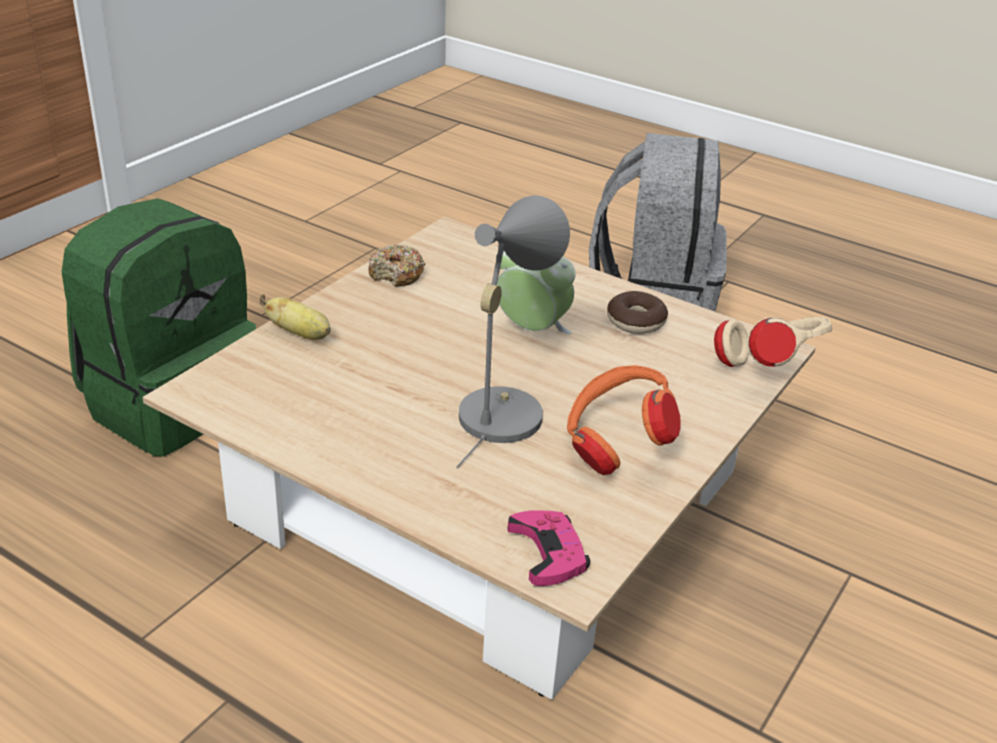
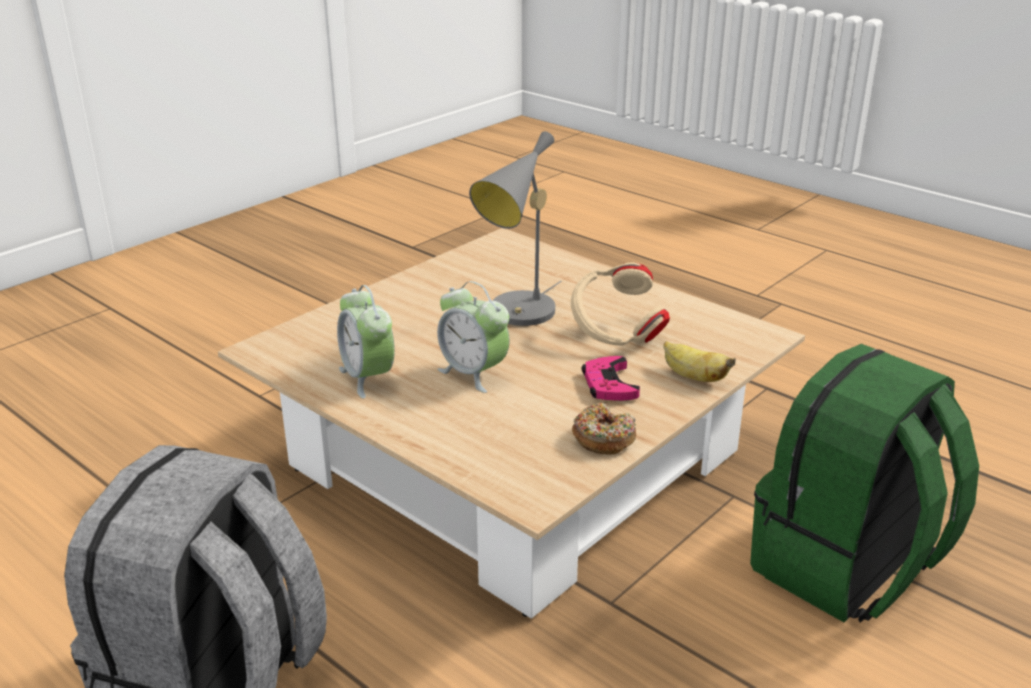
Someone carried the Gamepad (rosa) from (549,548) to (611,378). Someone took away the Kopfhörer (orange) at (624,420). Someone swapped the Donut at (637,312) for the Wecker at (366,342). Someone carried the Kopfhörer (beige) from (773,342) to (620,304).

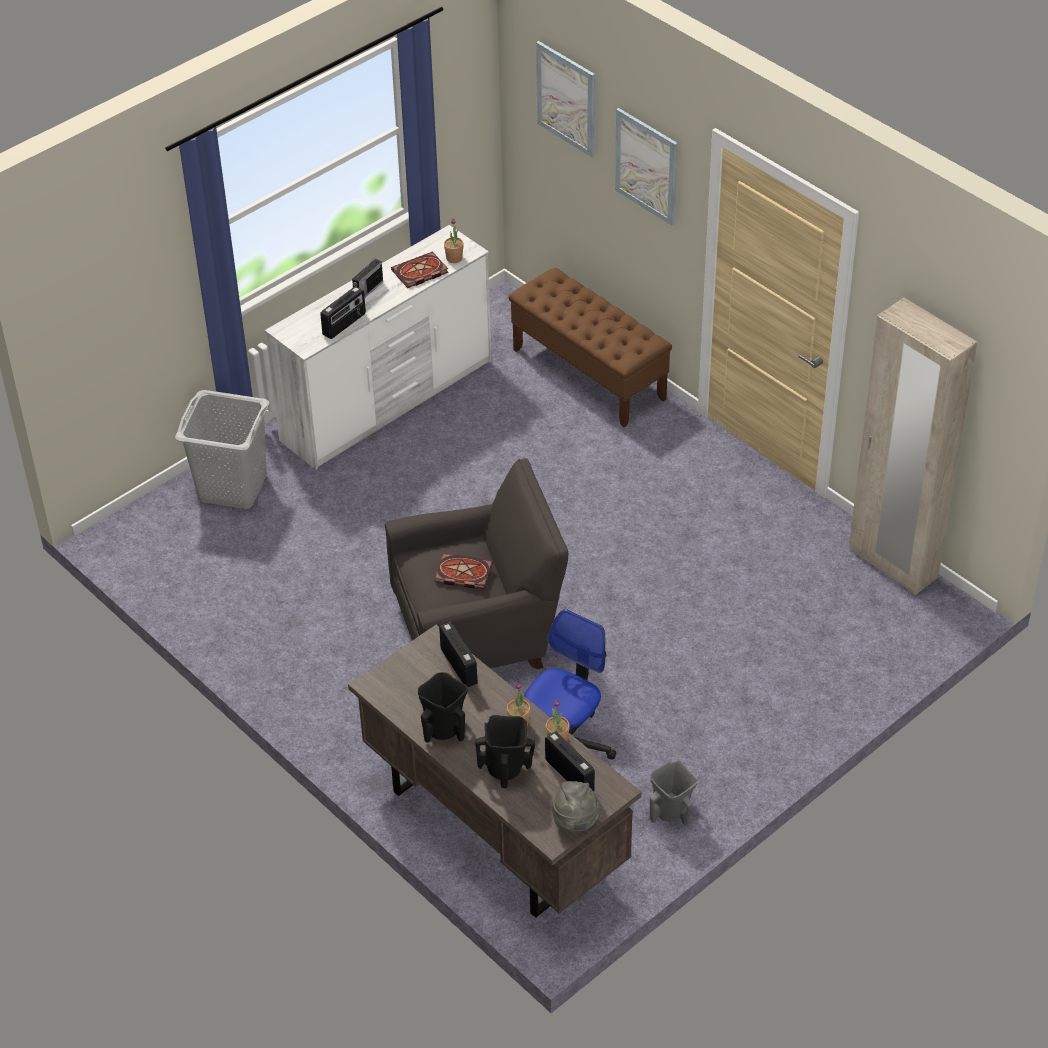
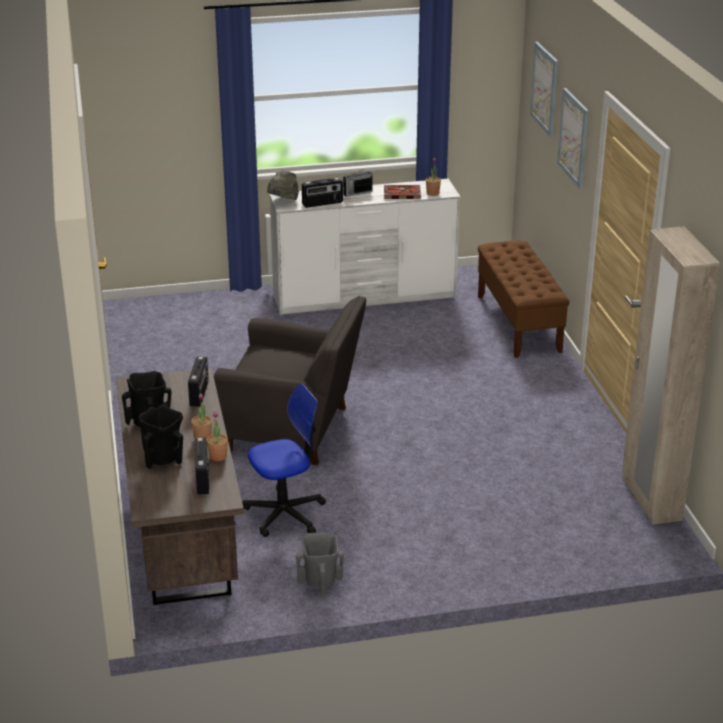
Someone took away the Wäschekorb (grau) at (222,449). Someone took away the Buch at (463,571). Someone carried the Hut (grau) from (576,806) to (283,184).

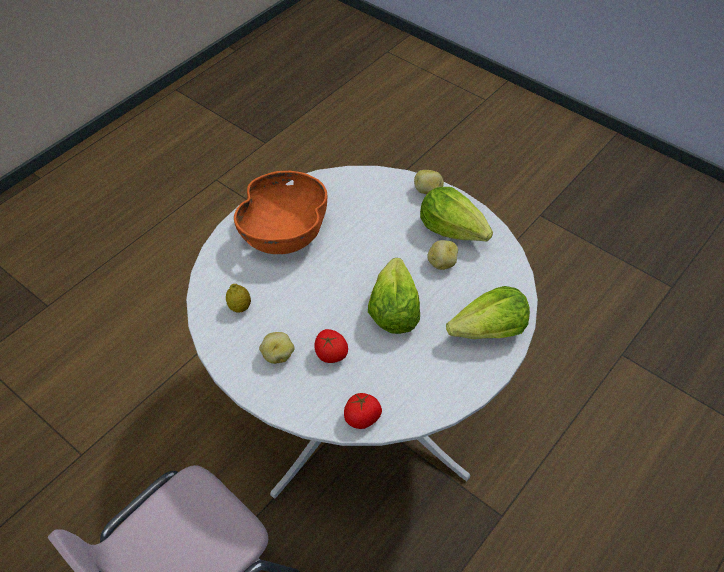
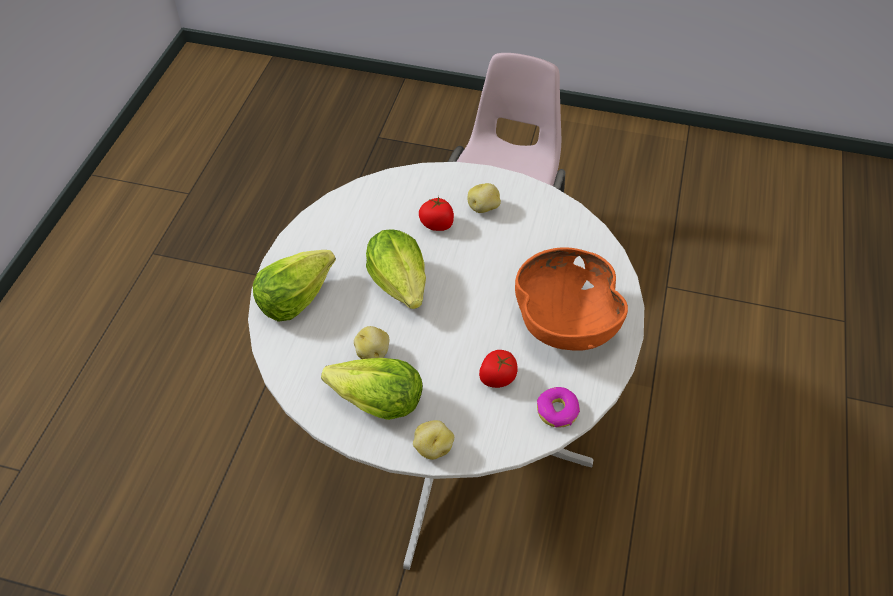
Someone took away the Zitrone at (238,298). Someone carried the Tomate from (363,411) to (498,369). Someone put down the Donut at (558,407).

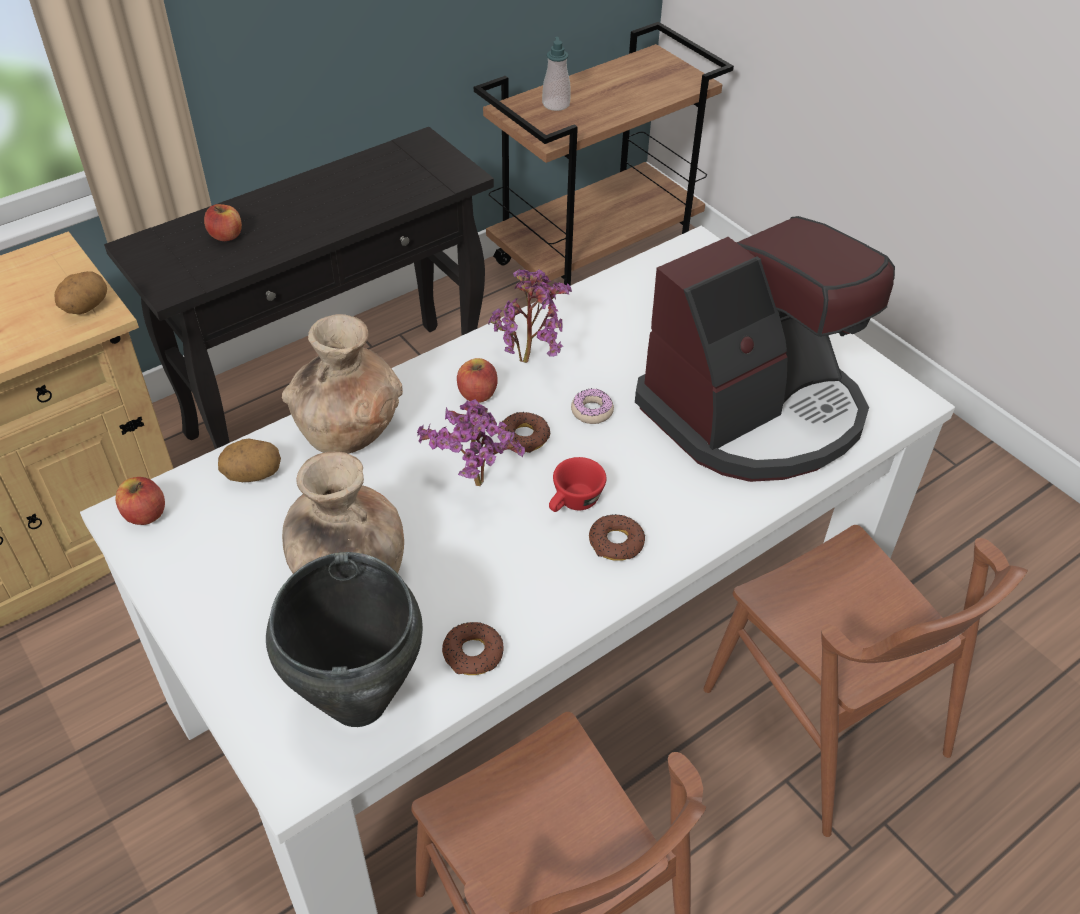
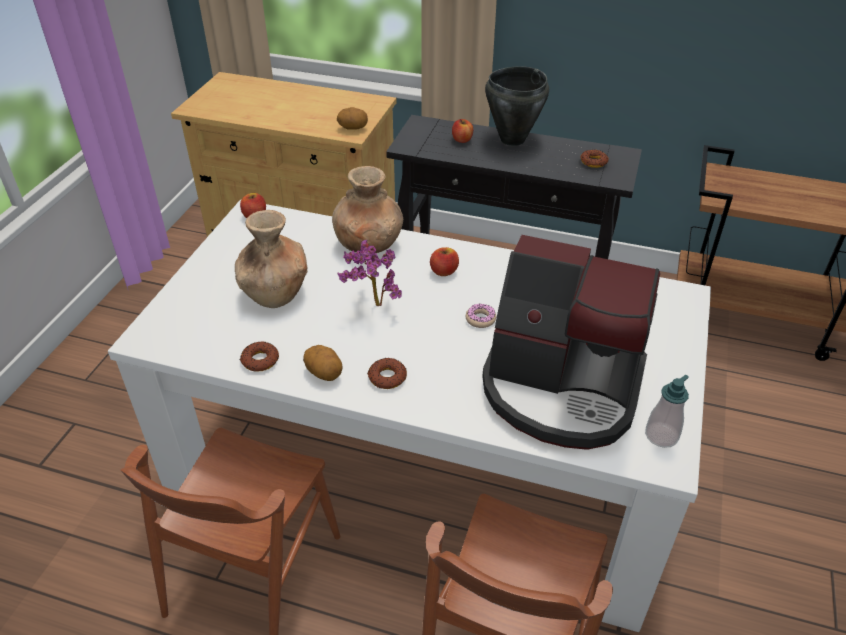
Someone carried the Kartoffel from (249,460) to (323,363). Someone carried the Kochtopf (schwarz) from (344,639) to (517,106). Someone took away the Topfpflanze at (530,316). Someone carried the Donut from (526,432) to (594,158). Someone carried the Seifenspender from (556,74) to (667,411). Someone took away the Tasse (rot) at (577,484).

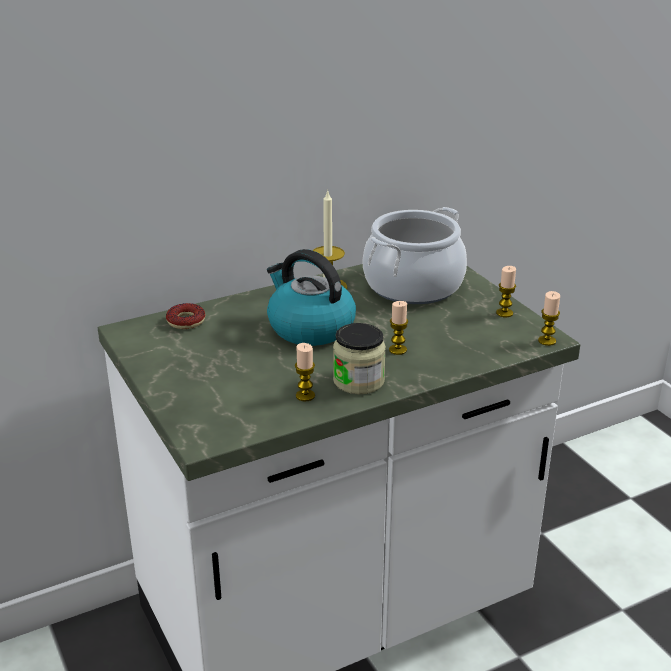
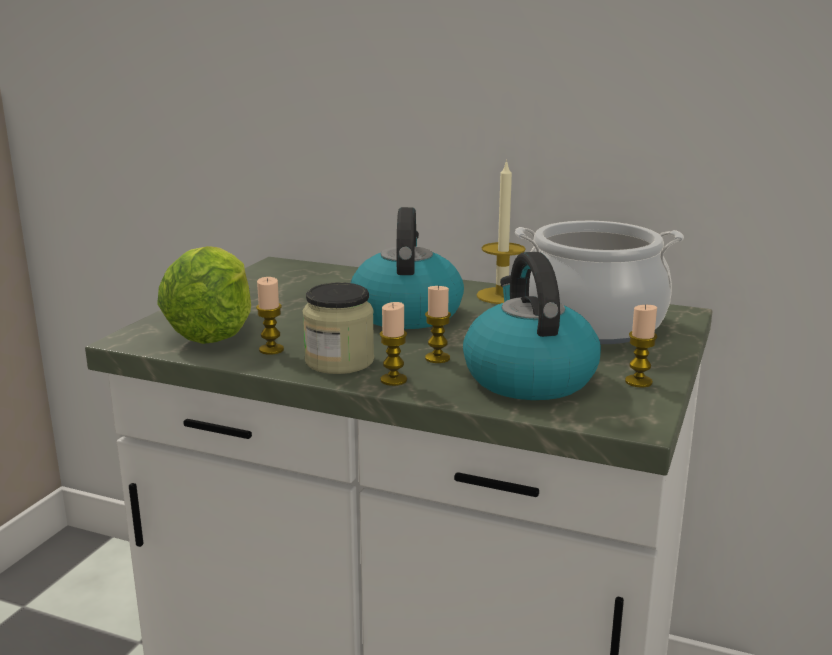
Someone took away the Donut at (185,316). Someone carried the Kerze from (549,318) to (393,344). Someone put down the Salatkopf at (204,295). Someone put down the Wasserkessel at (532,326).

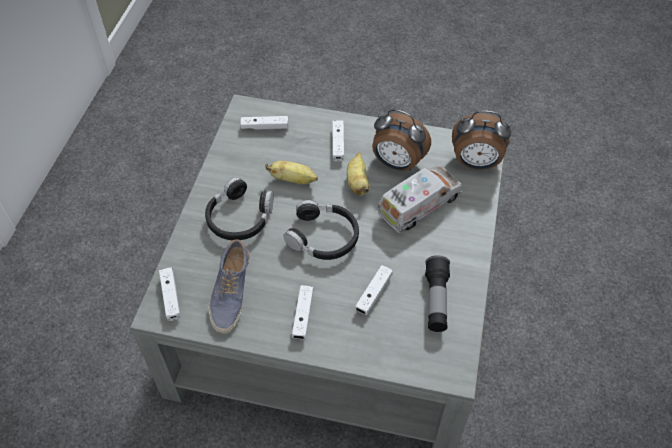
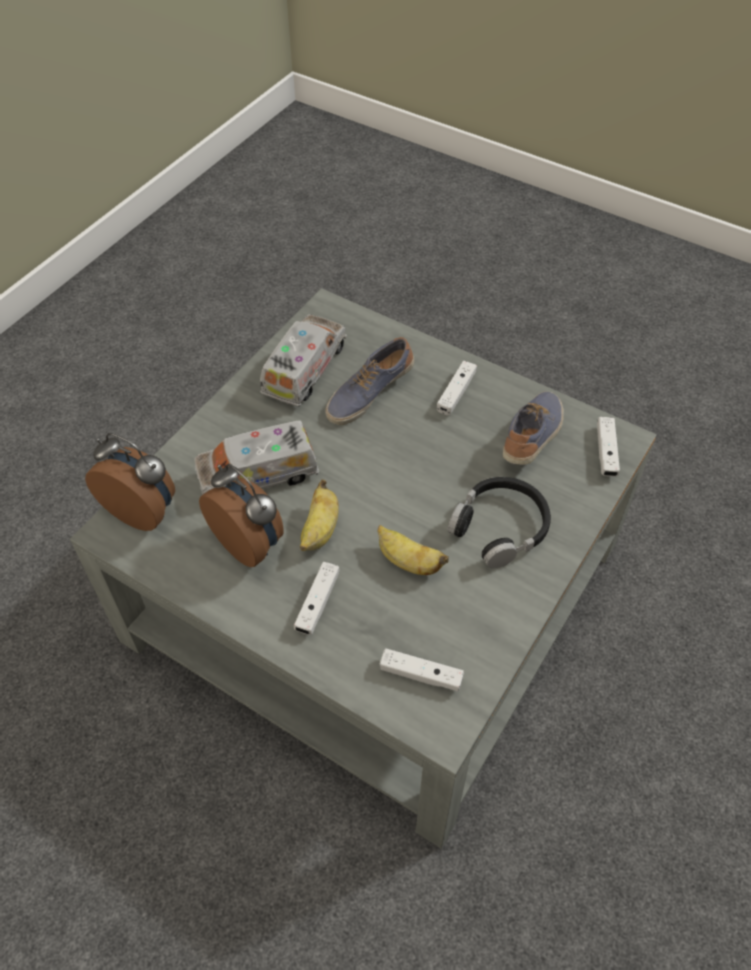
Someone took away the Kopfhörer (schwarz) at (321,230). Someone swapped the Gamepad (weiß) at (374,290) for the Schuh at (369,381). Someone swapped the Taschenlampe at (437,293) for the Spielzeuglaster at (303,360).

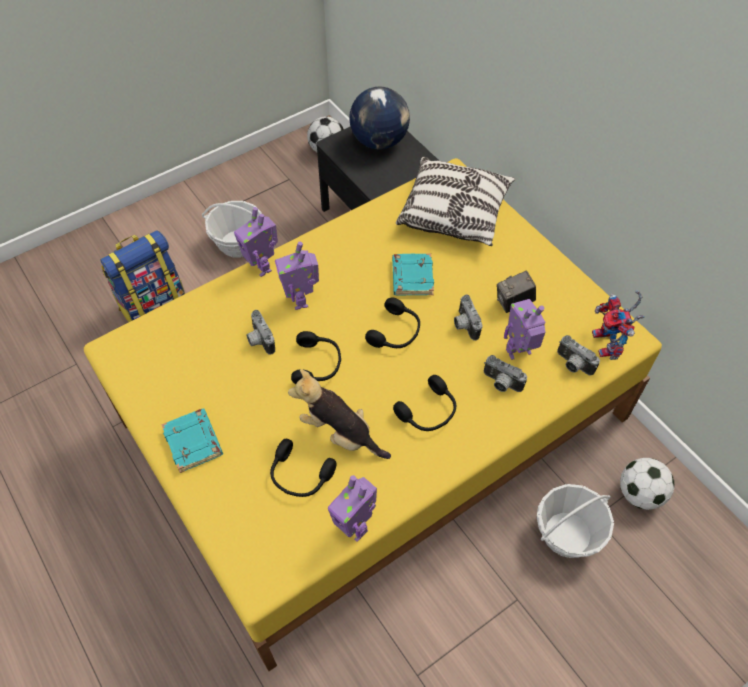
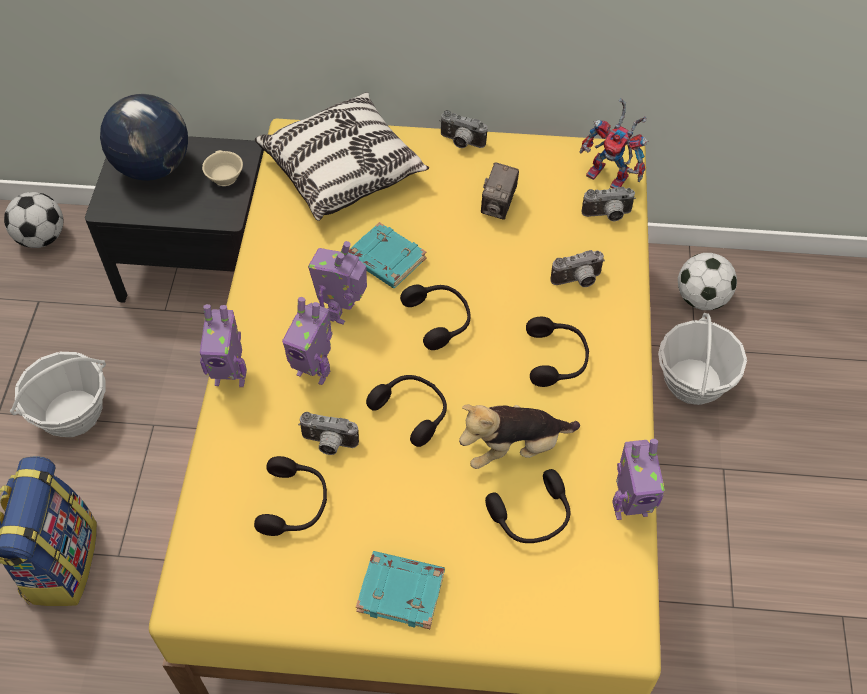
Someone carried the Kamera from (468,317) to (463,129). Someone carried the Spielzeugroboter from (524,329) to (337,283). Someone put down the Tasse (beige) at (222,168). Someone put down the Kopfhörer (schwarz) at (290,496).

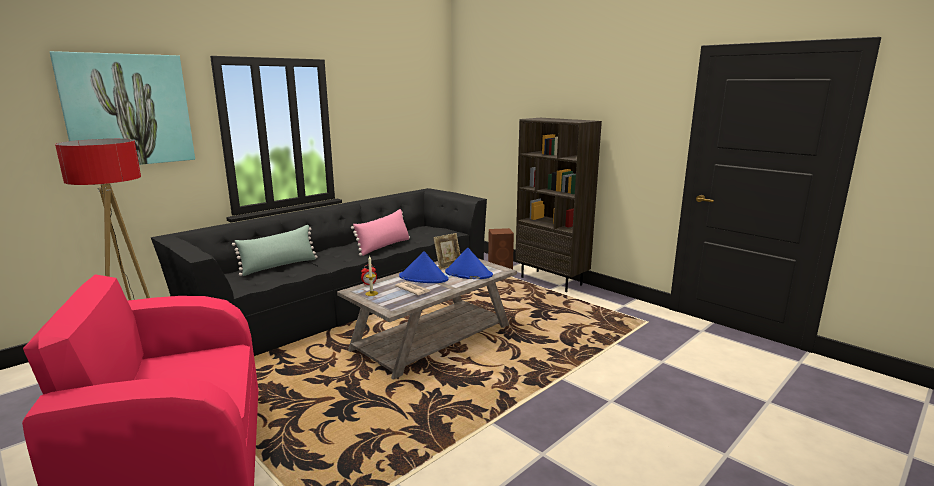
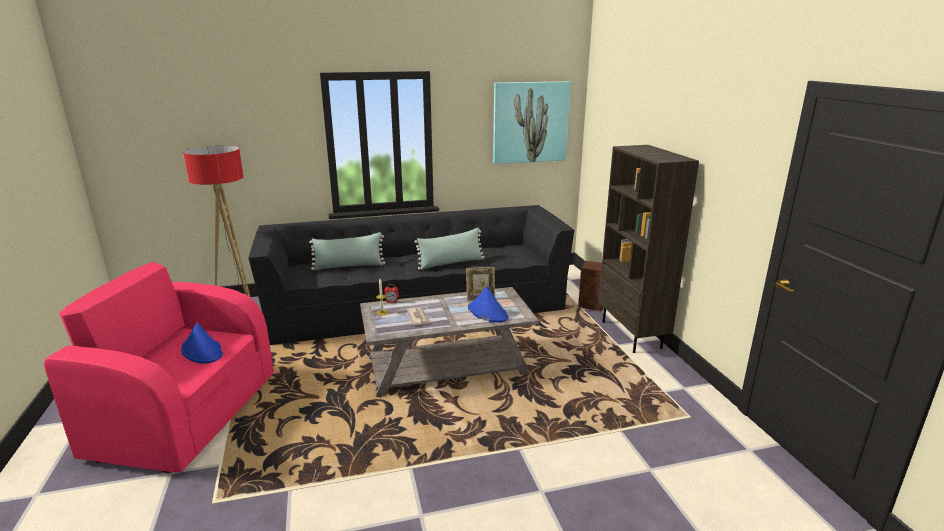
Someone carried the Bild from (122,108) to (532,122). Someone repainted the Kissen (rosa) at (380,232), which became the Kissen (grün) at (449,249). Someone carried the Hut (blau) from (424,267) to (202,343).

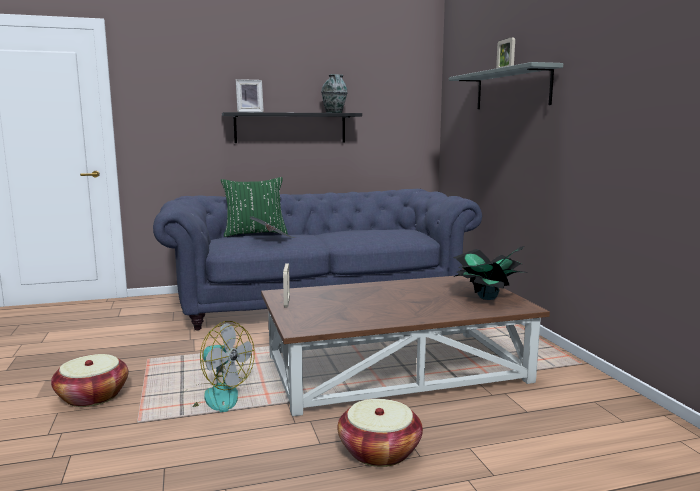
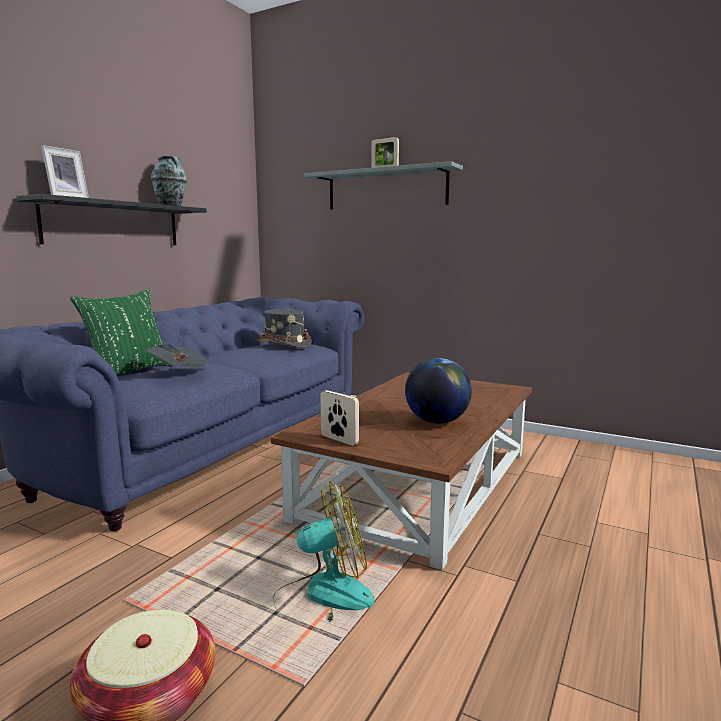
Someone took away the Korb at (380,433). Someone took away the Topfpflanze at (490,273). Someone put down the Hut (grau) at (285,329). Someone put down the Globus at (438,391).

